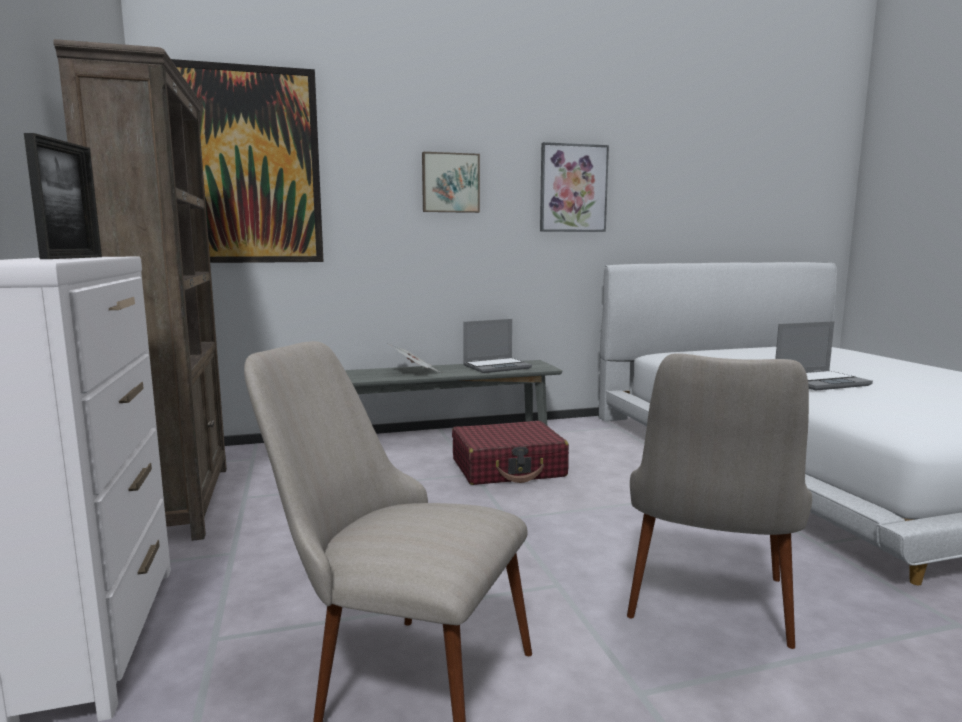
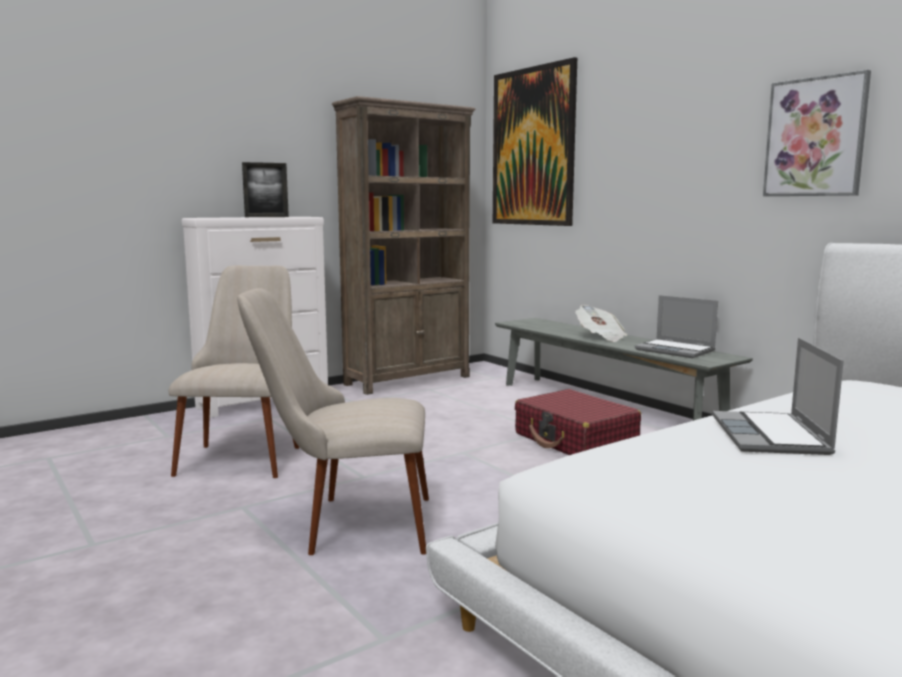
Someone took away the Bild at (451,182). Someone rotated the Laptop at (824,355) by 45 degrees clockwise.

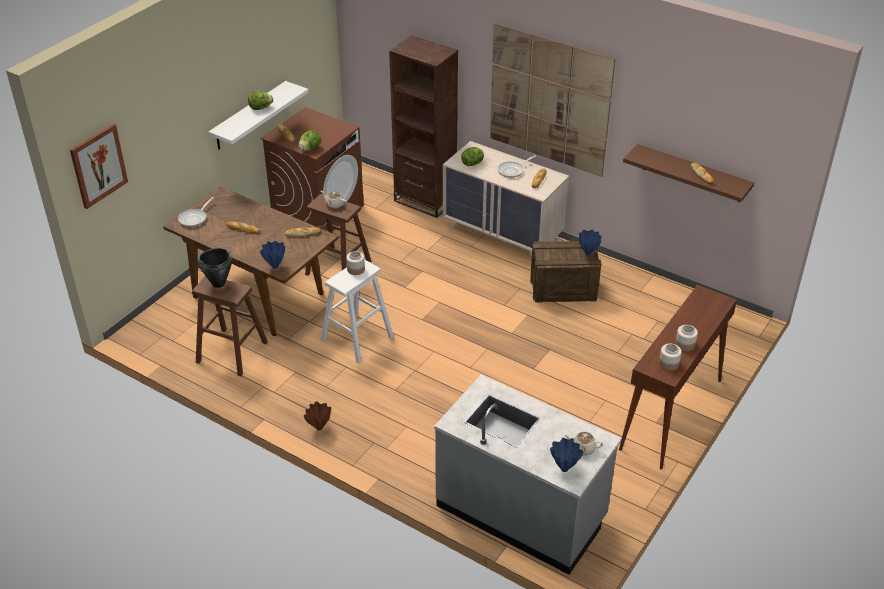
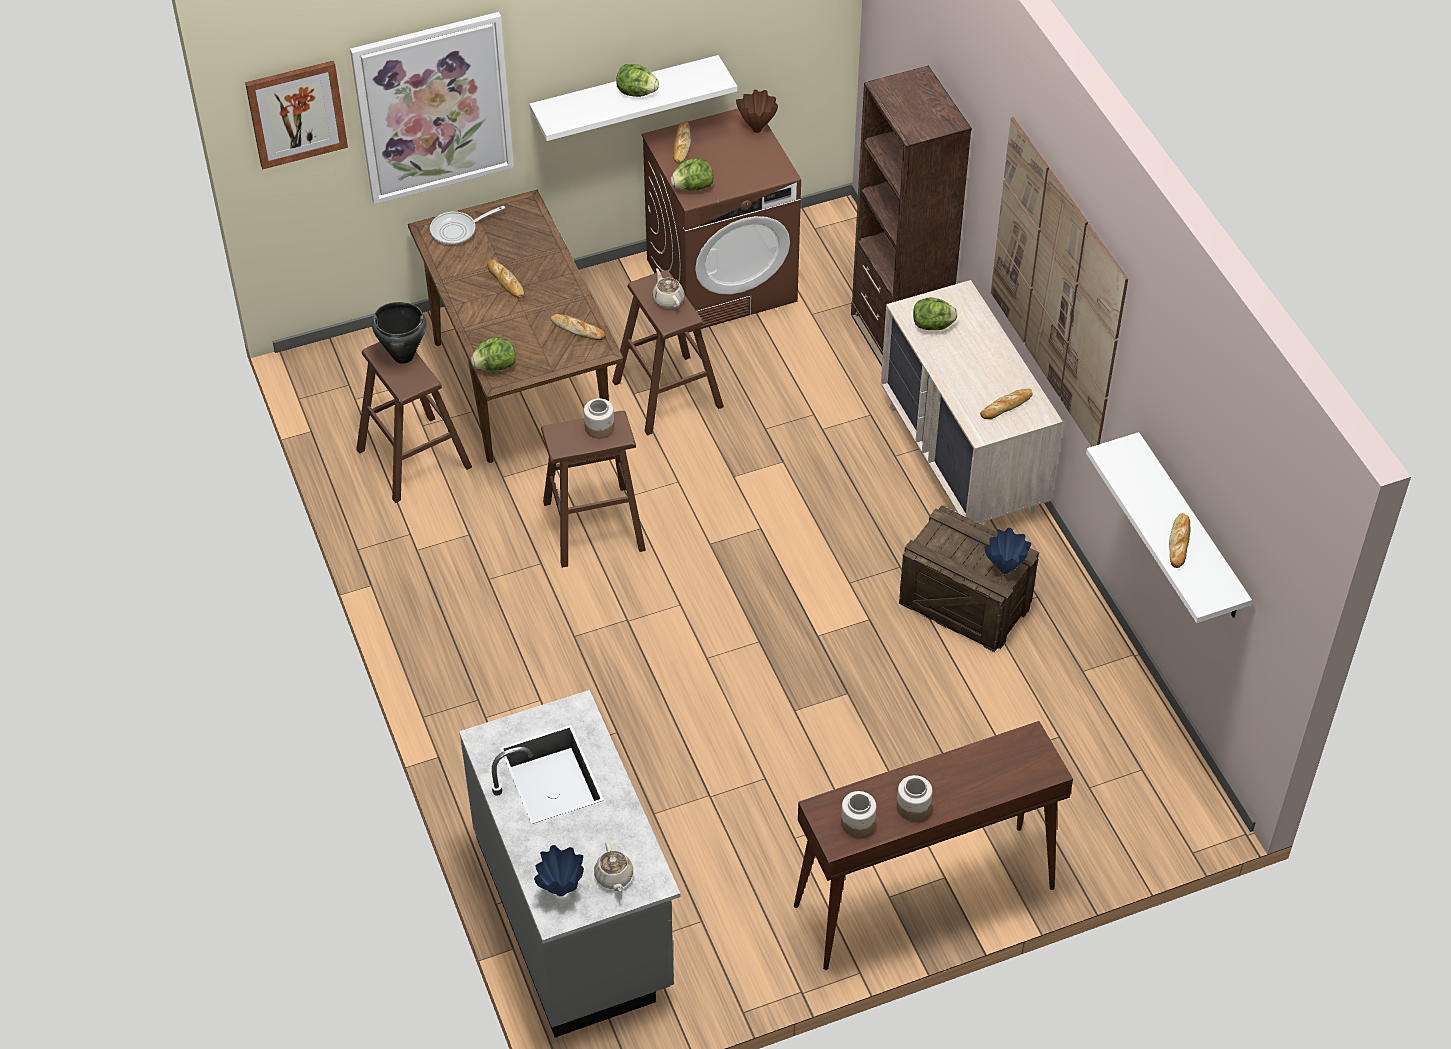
Someone swapped the Vase (blau) at (272,255) for the Salatkopf at (493,354). Someone carried the Vase (braun) from (317,416) to (757,111). Someone repainted the Hocker (weiß) at (357,311), which became the Hocker (braun) at (593,489). Someone took away the Pfanne at (517,166). Someone rotated the Teekanne (beige) at (583,443) by 150 degrees counterclockwise. Someone repainted the Wandregal (braun) at (688,173), which became the Wandregal (weiß) at (1169,527). Someone put up the Bild at (432,108).

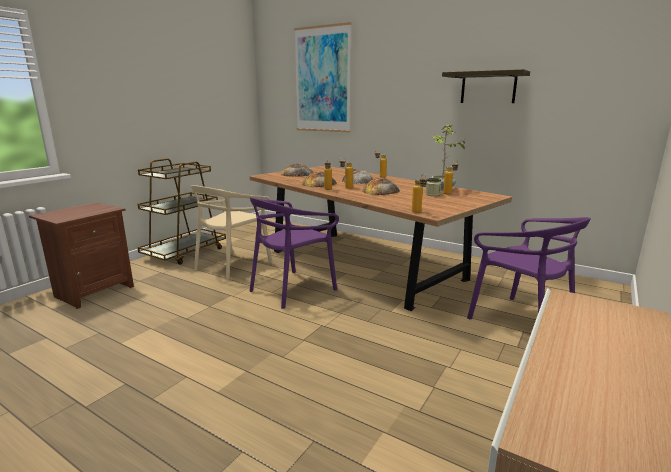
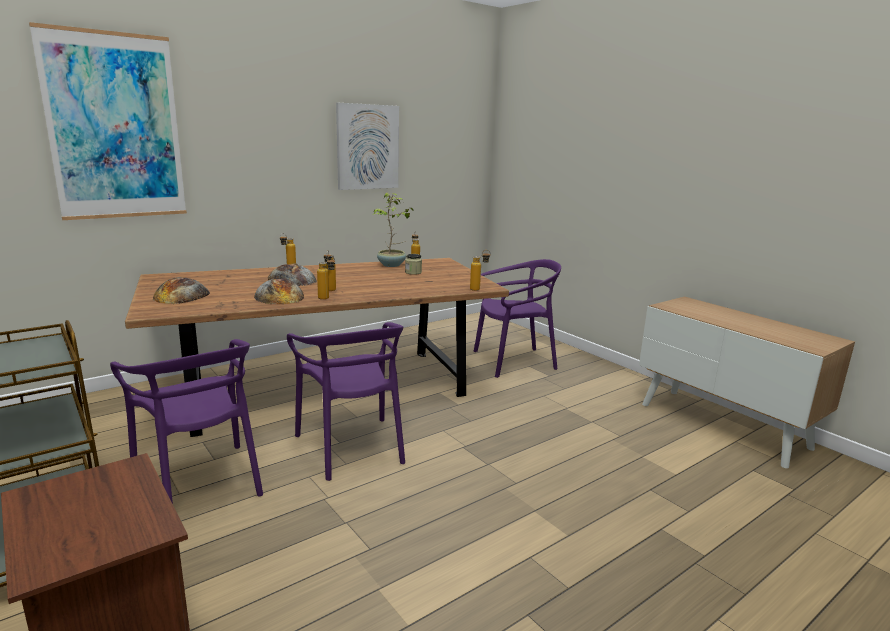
Someone repainted the Stuhl (beige) at (231,232), which became the Stuhl (lila) at (186,421). Someone took away the Brot at (381,186). Someone swapped the Wandregal at (486,86) for the Bild at (367,146).

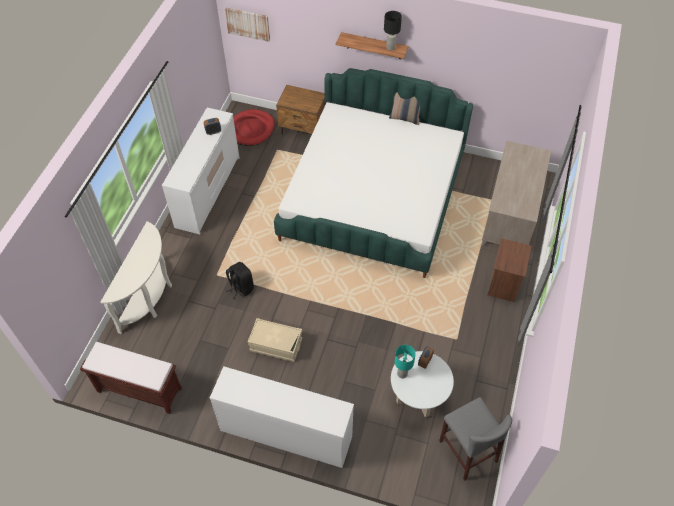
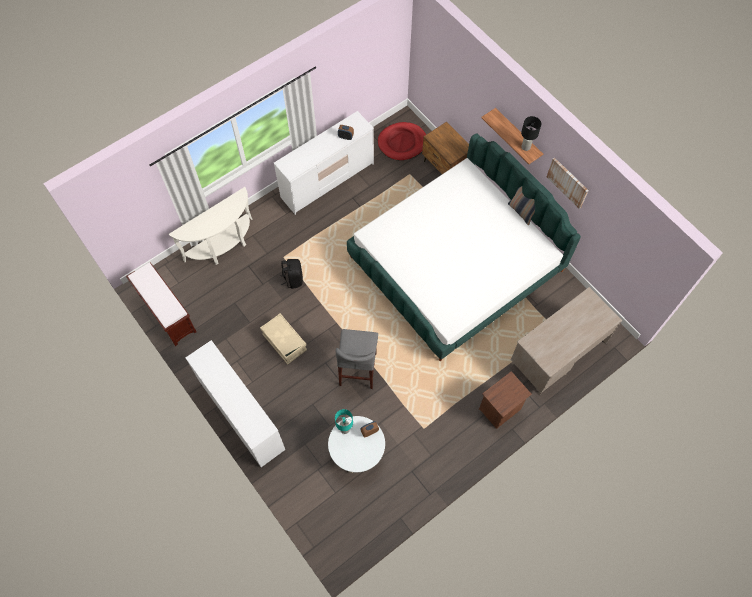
Someone carried the Bild from (247,25) to (568,183). Someone carried the Hocker (grau) from (475,439) to (357,359).

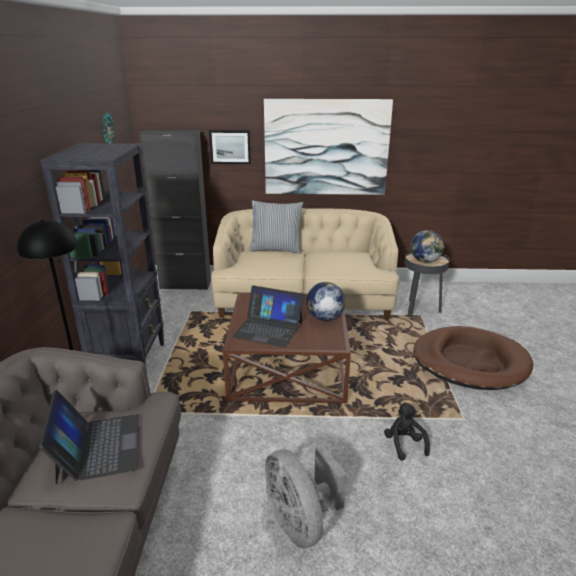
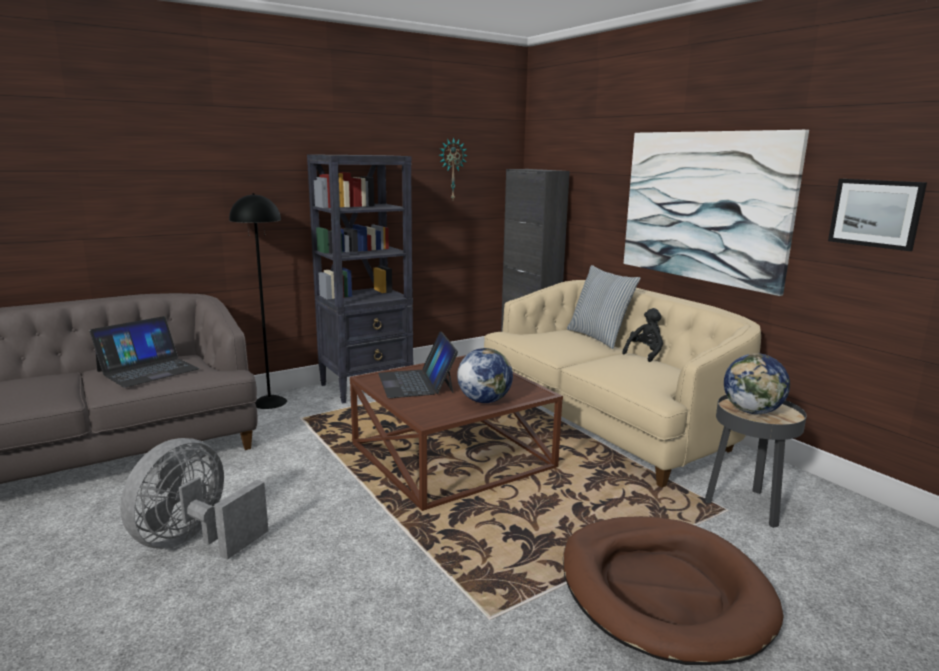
Someone carried the Bild from (230,147) to (877,215). Someone carried the Plüschtier (schwarz) from (407,431) to (642,335).

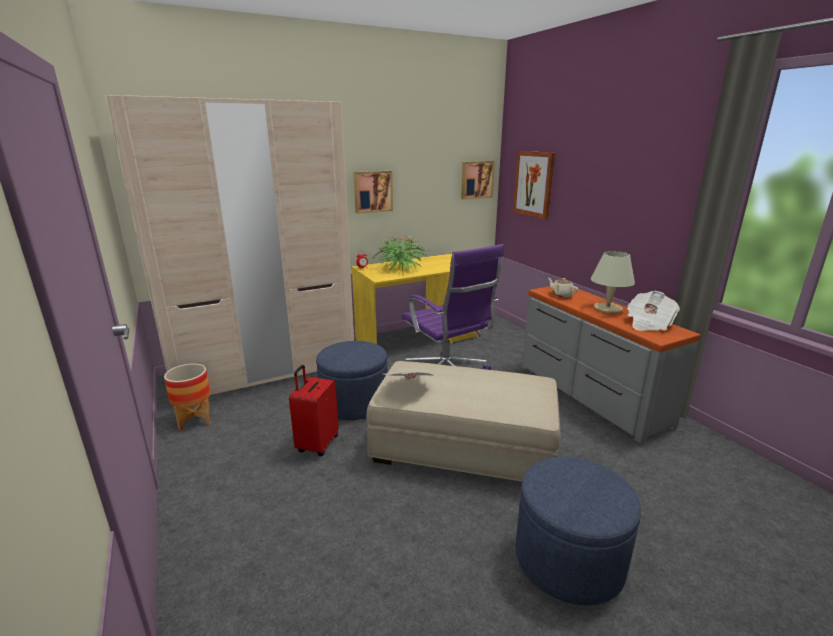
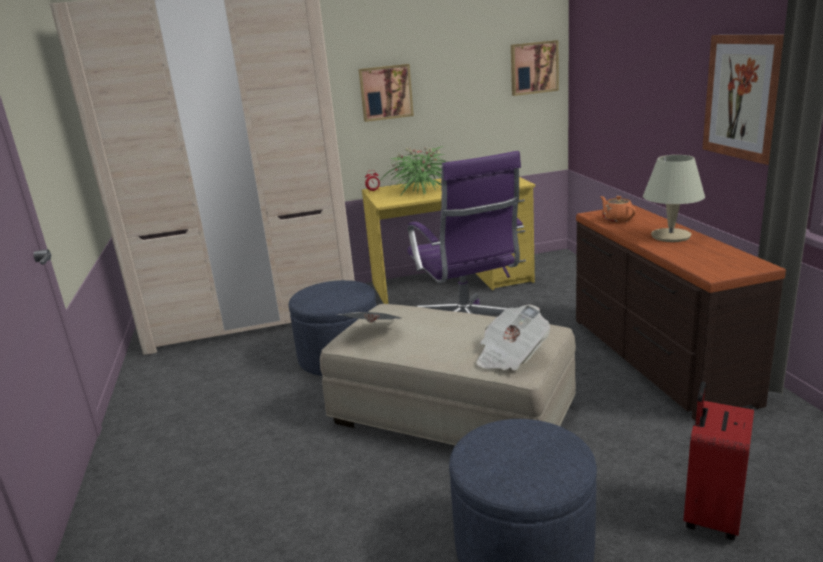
Someone took away the Pflanzkübel at (187,397). Someone carried the Koffer (rot) from (314,410) to (718,460). Someone carried the Bild from (534,185) to (743,100). Someone repainted the Kommode (grau) at (611,364), which became the Kommode (braun) at (681,313). Someone repainted the Teekanne (beige) at (563,288), which became the Teekanne (orange) at (618,209). Someone carried the Zeitung from (653,311) to (513,338).

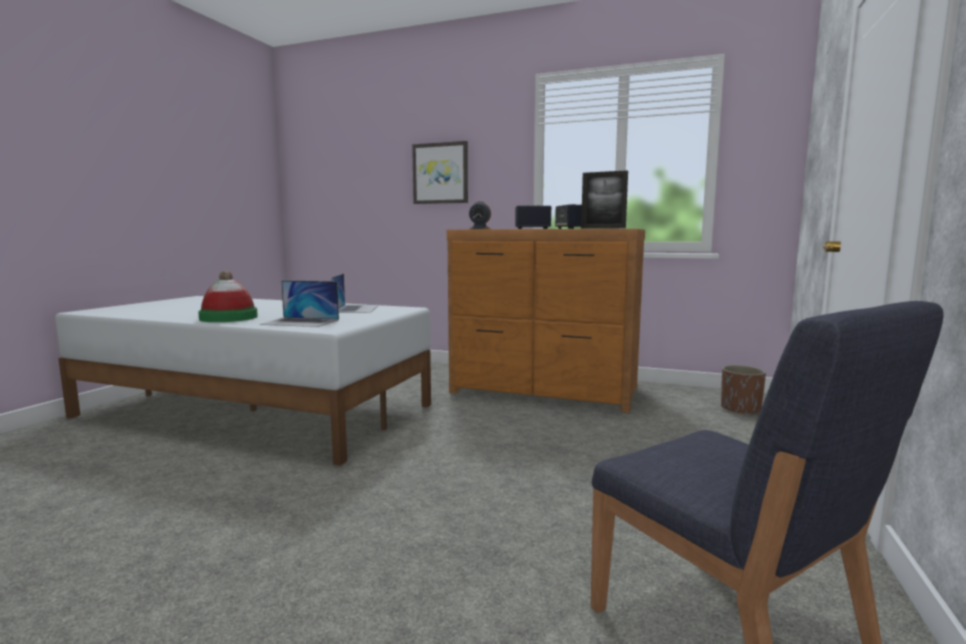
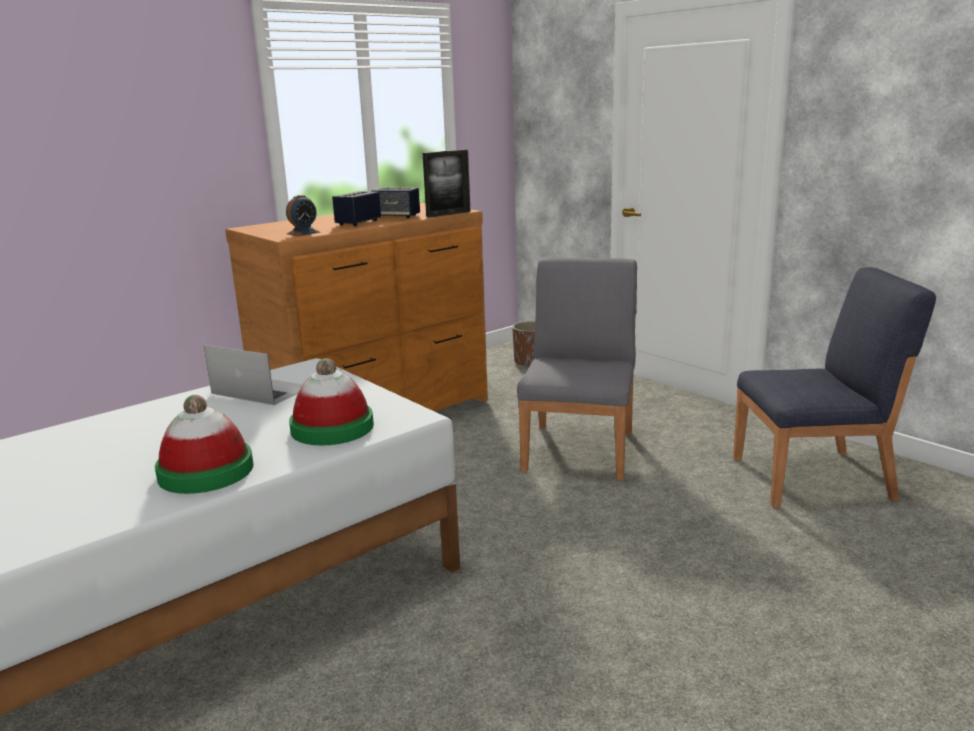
Someone swapped the Laptop at (299,303) for the Hut at (331,402). Someone took away the Bild at (440,172). Someone put down the Stuhl (grau) at (577,369).

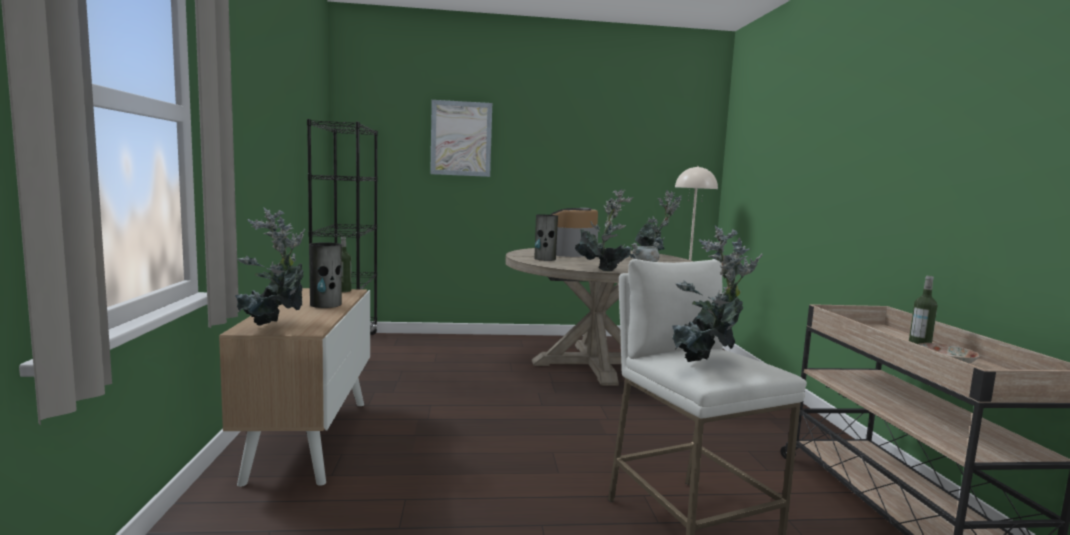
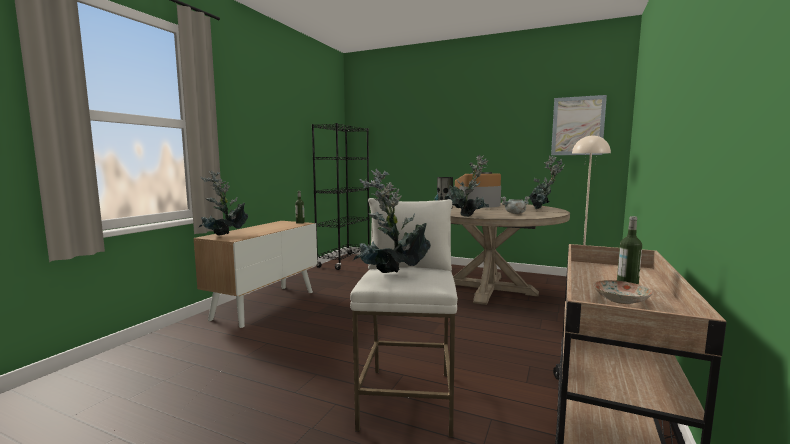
Someone took away the Vase at (325,275). Someone carried the Bild from (461,138) to (579,125).

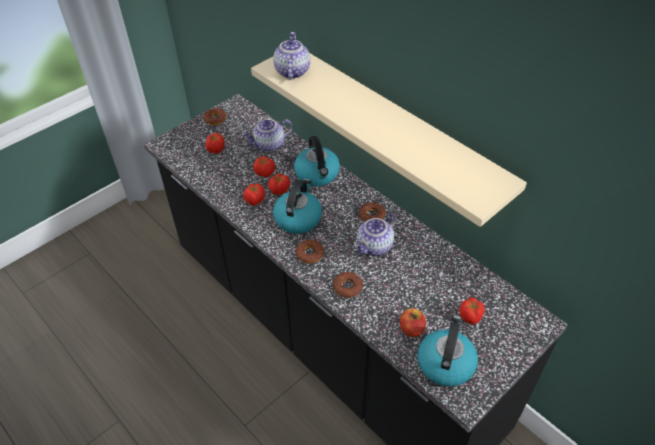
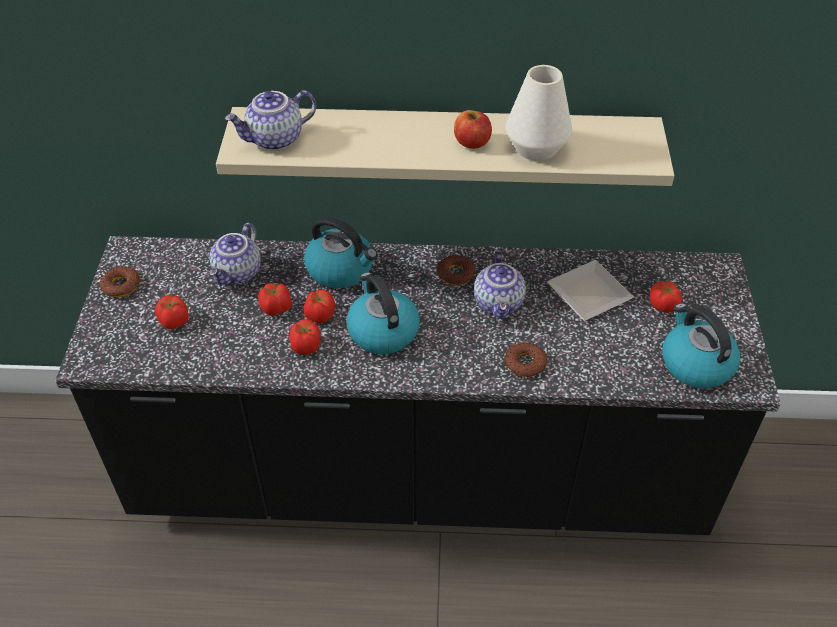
Someone rotated the Teekanne at (291,56) by 75 degrees counterclockwise. Someone took away the Donut at (309,251). Someone carried the Apfel from (413,322) to (473,129). Someone put down the Vase (weiß) at (539,113). Someone put down the Teller at (590,290).

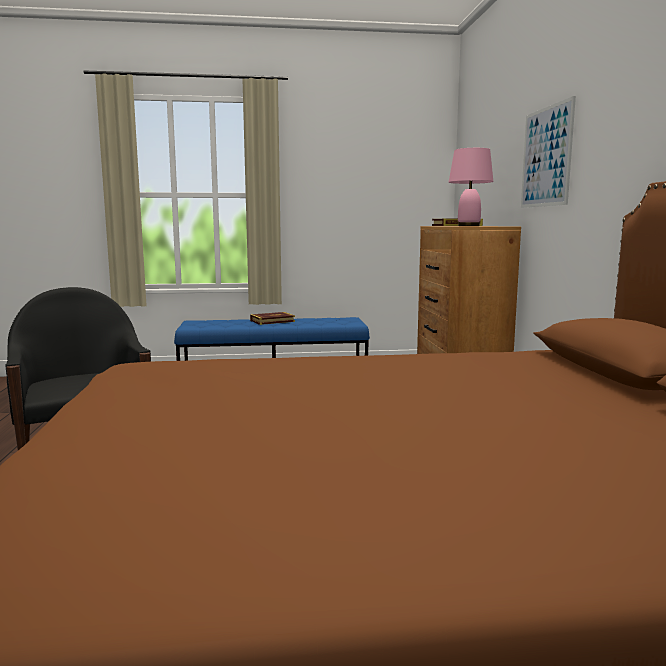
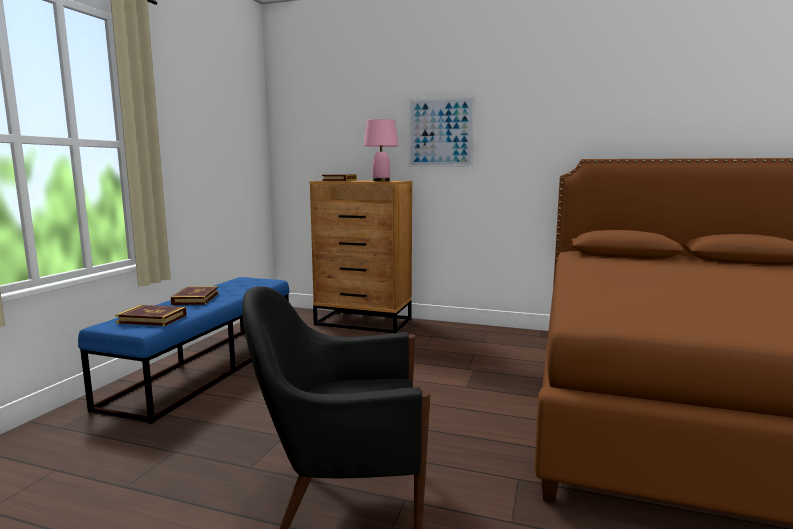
Someone put down the Buch at (151,315).

